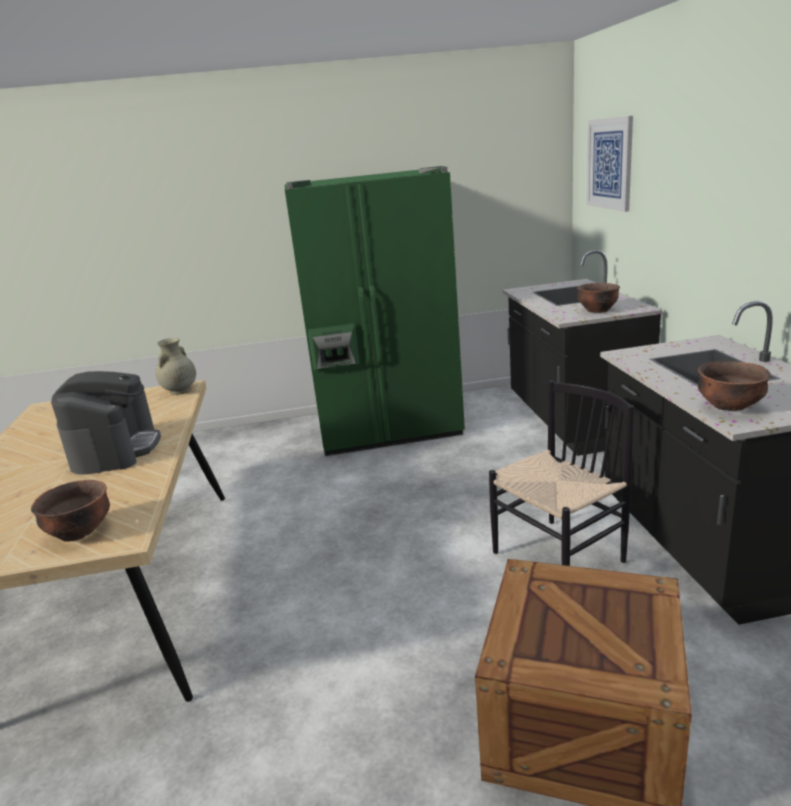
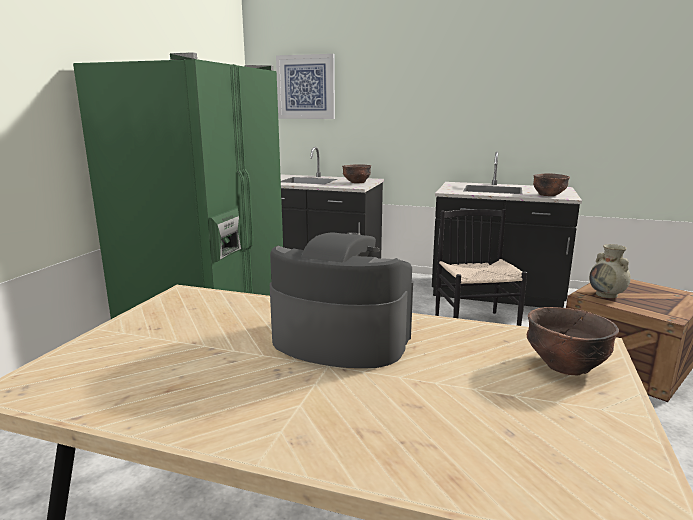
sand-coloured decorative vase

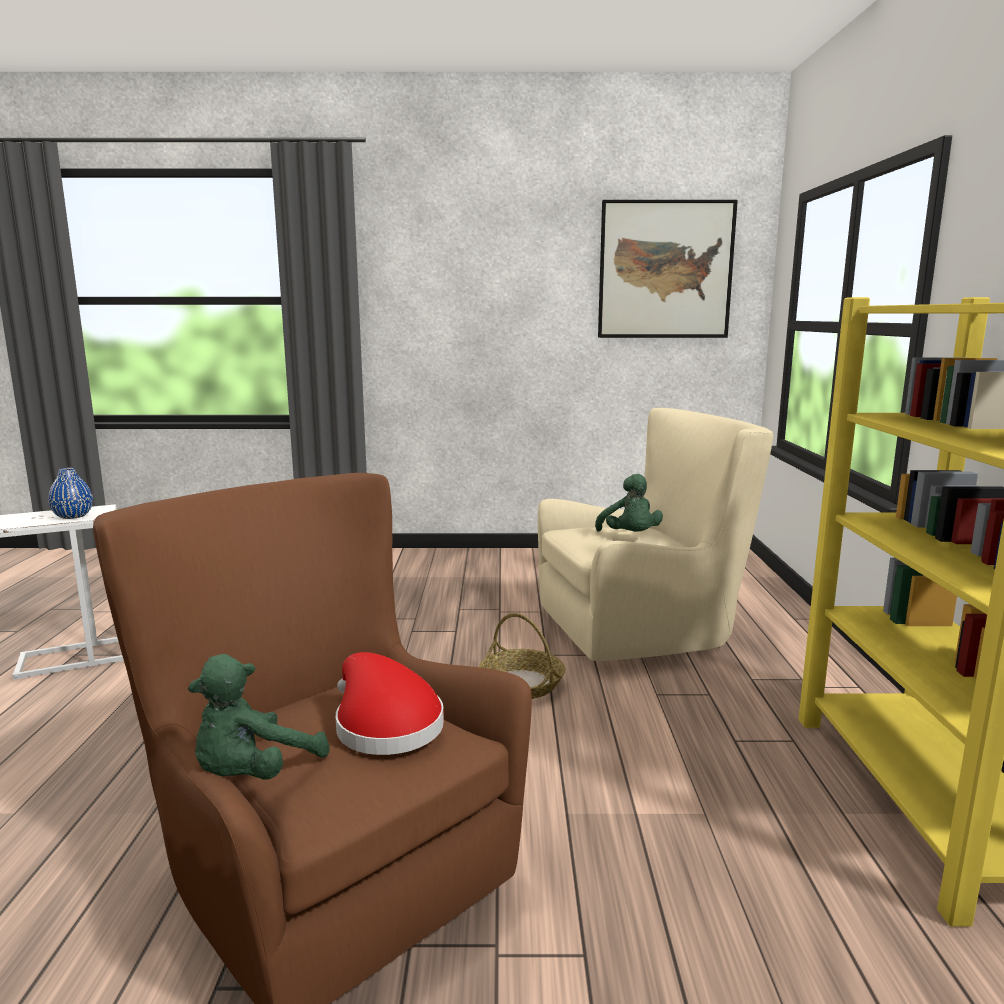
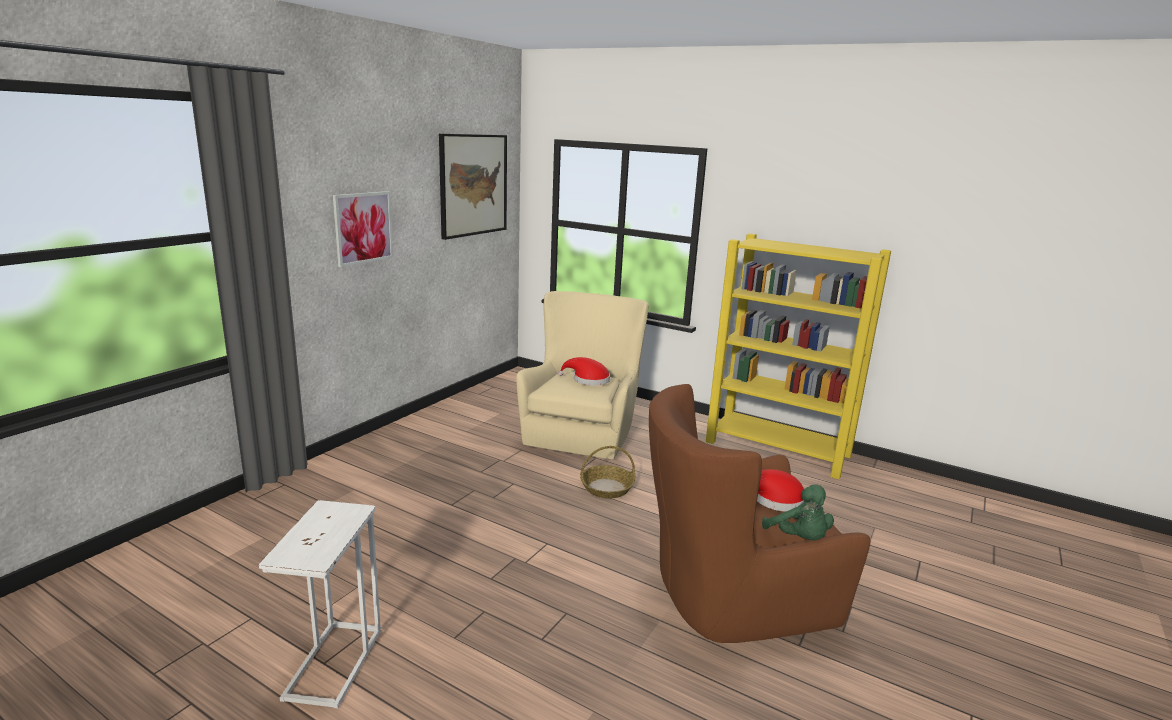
blue-coloured decorative vase
red-coloured hat (1st from left)
wall picture (1st from left)

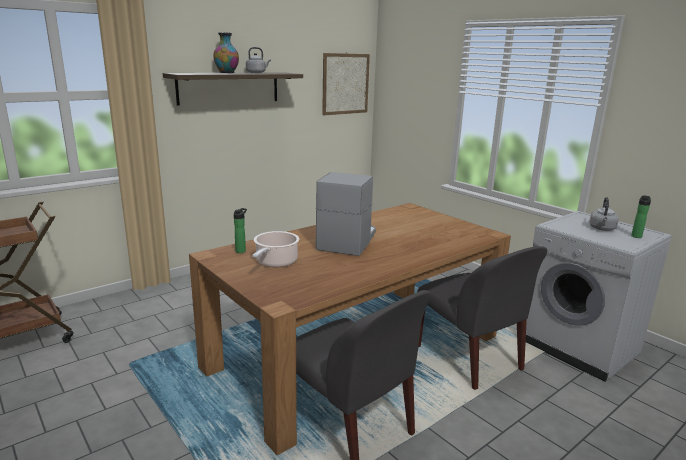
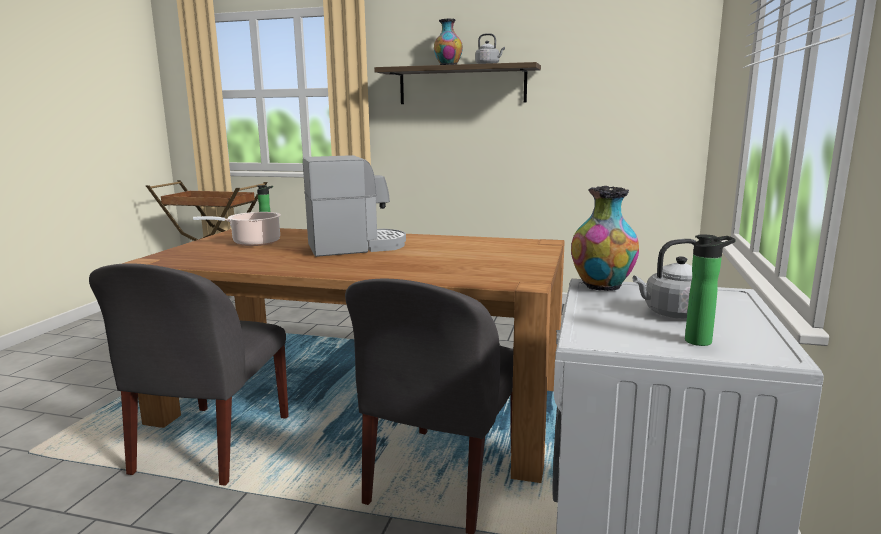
wall picture
decorative vase (2nd from left)

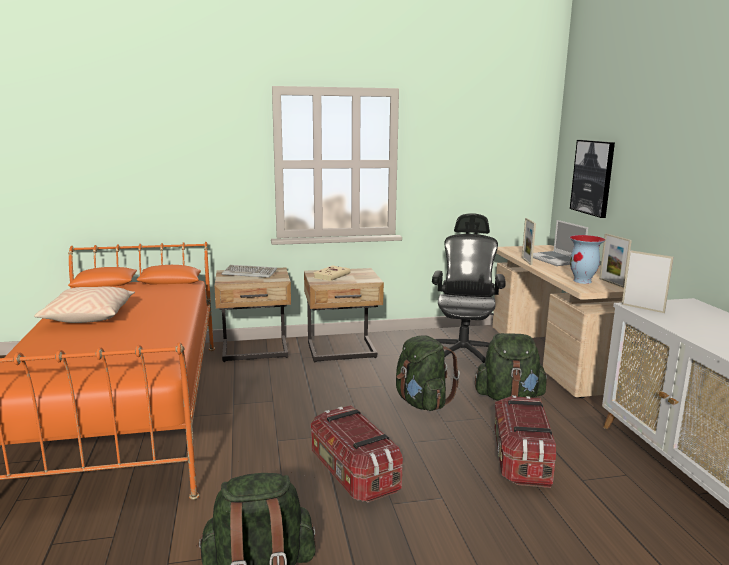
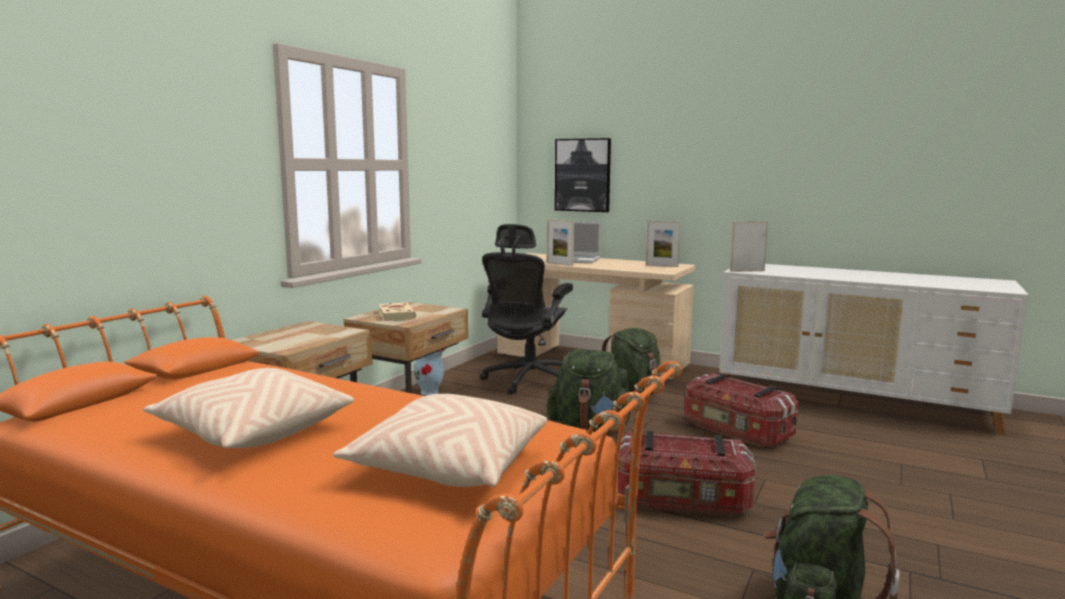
desk chair
decorative vase
keyboard
sand-coloured pillow (2nd from left)

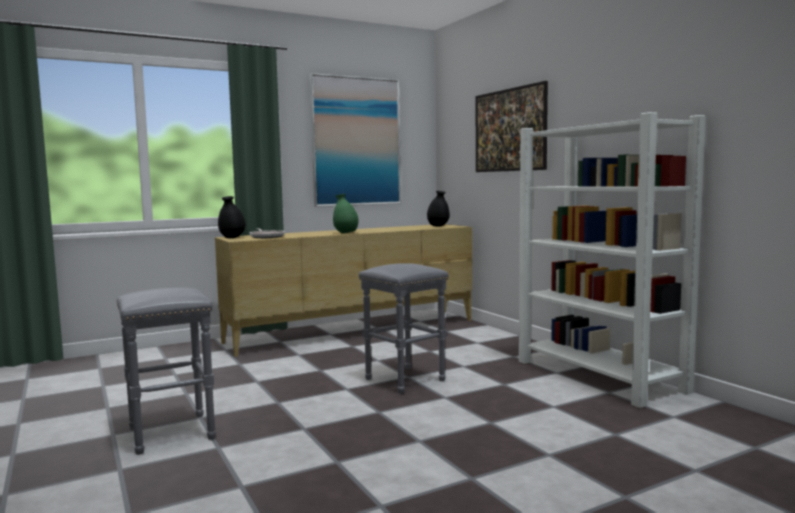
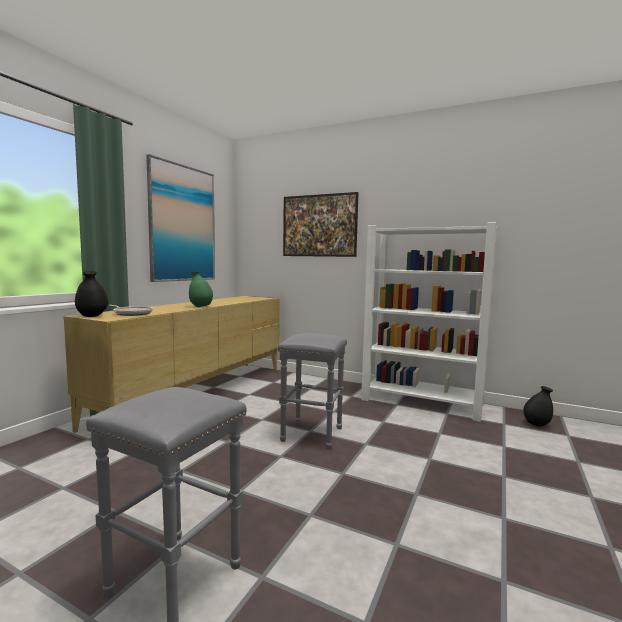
black decorative vase (2nd from left)

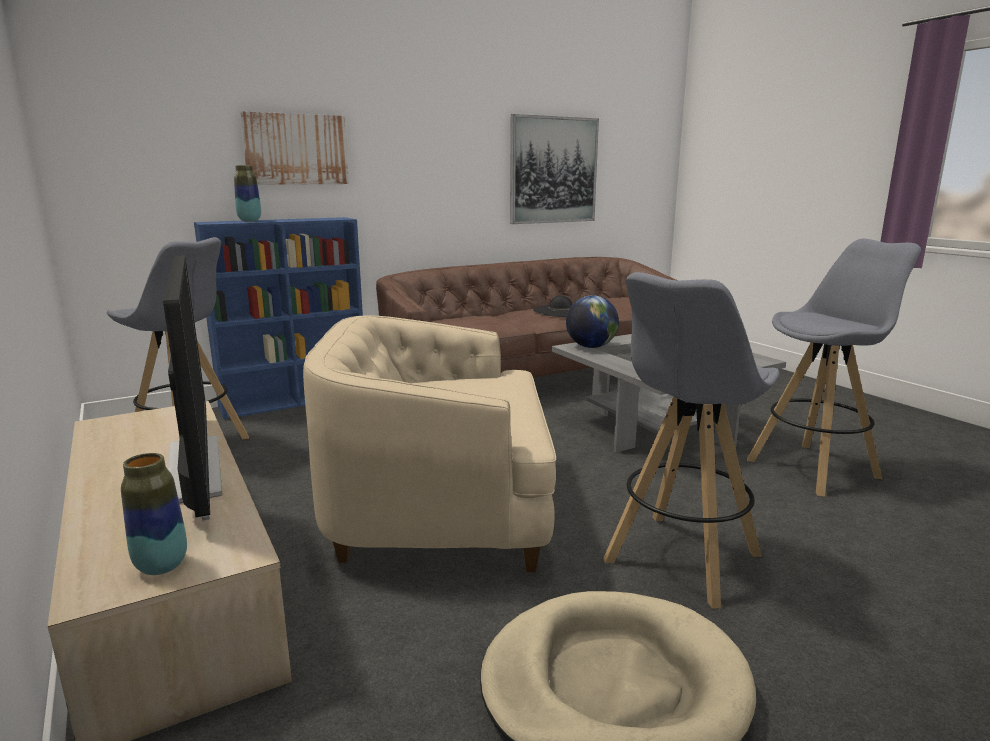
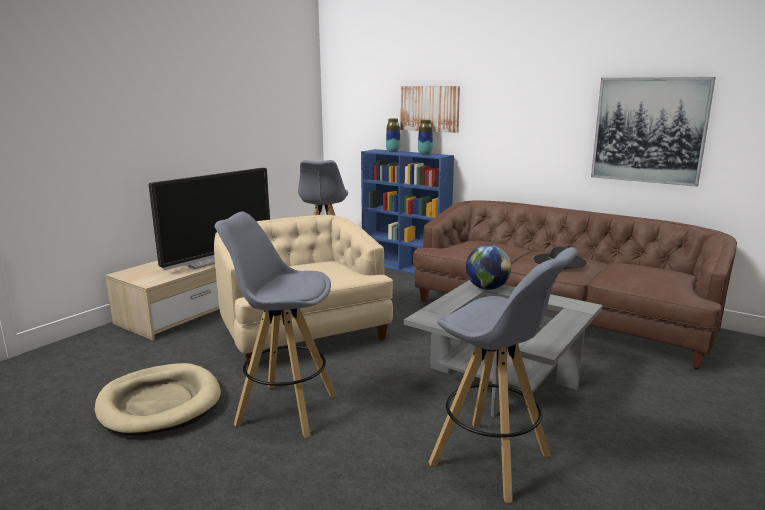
decorative vase (2nd from left)

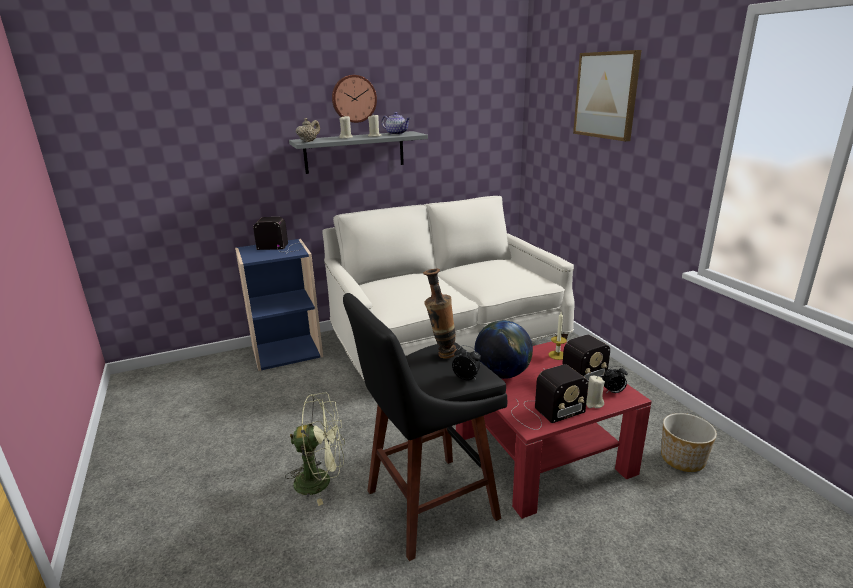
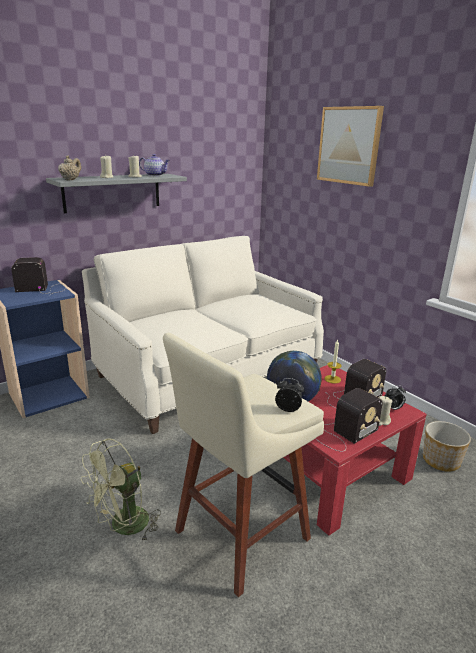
hanging clock
decorative vase
sand-coloured stool seat
greenish cooling fan

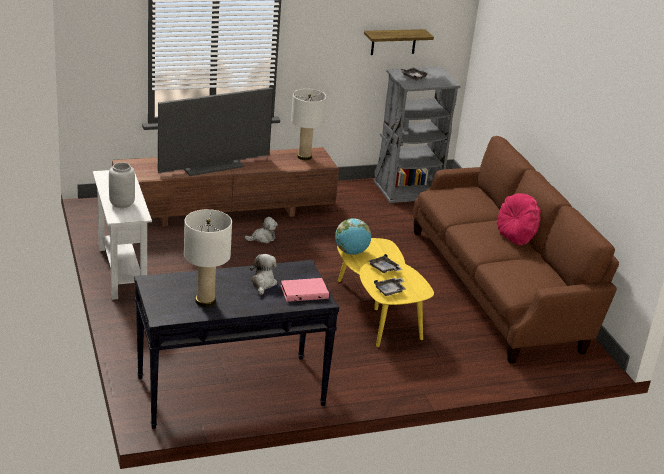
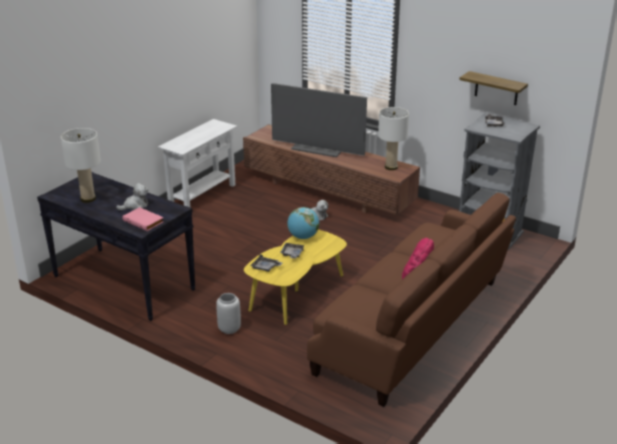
grey decorative vase

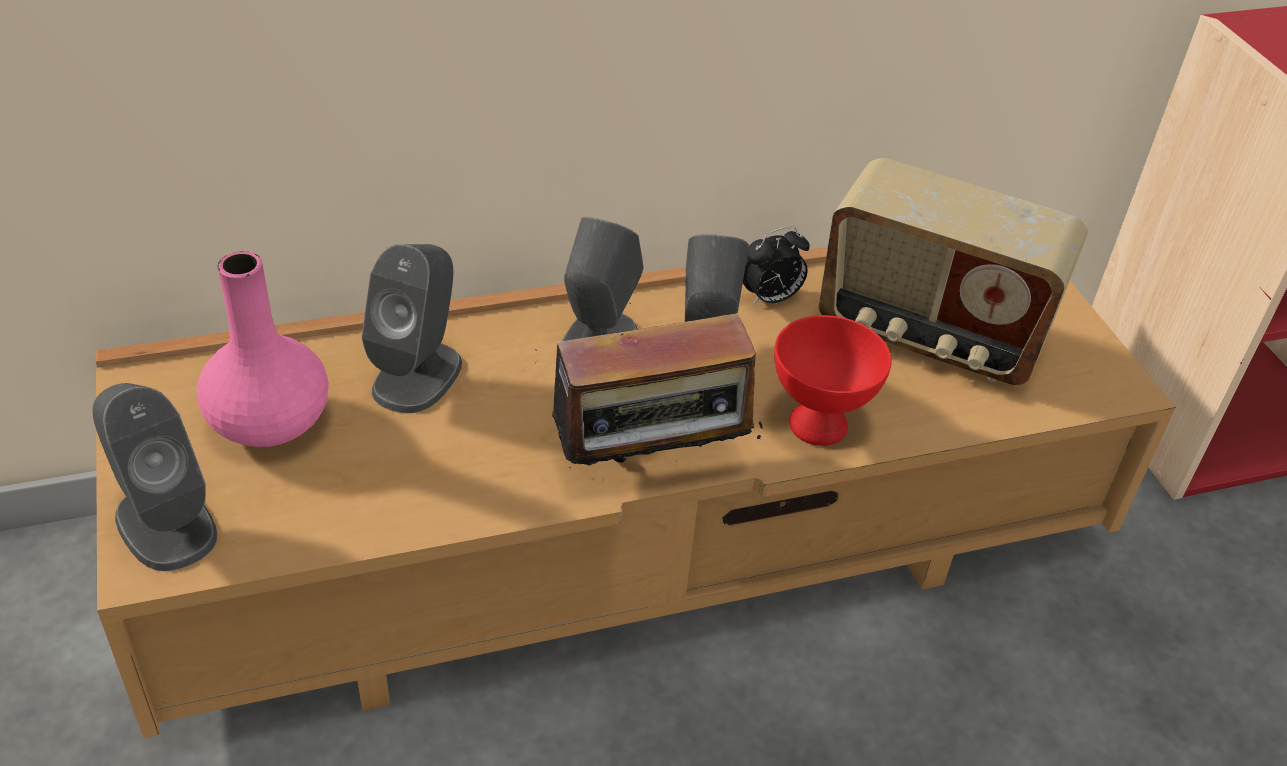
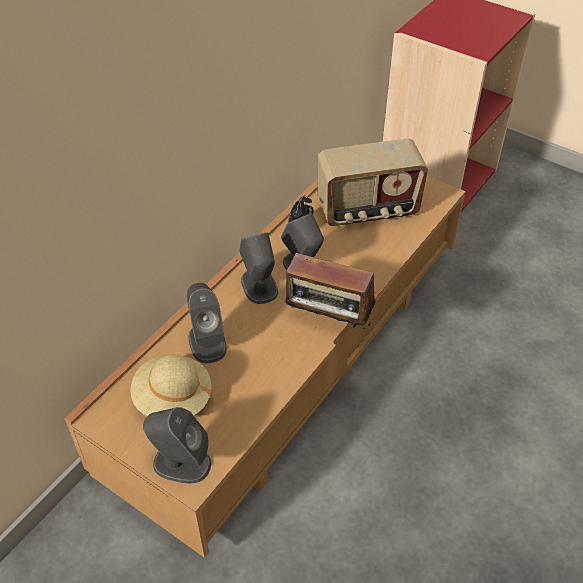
sand-coloured hat
radio receiver (1st from left)
red-coloured serving bowl

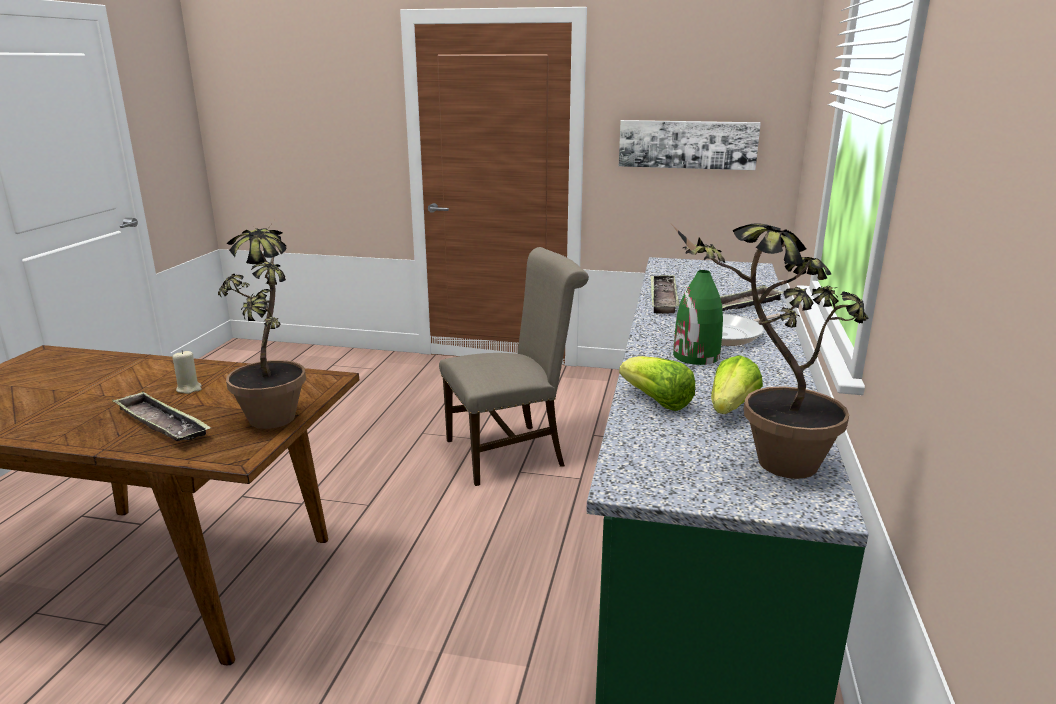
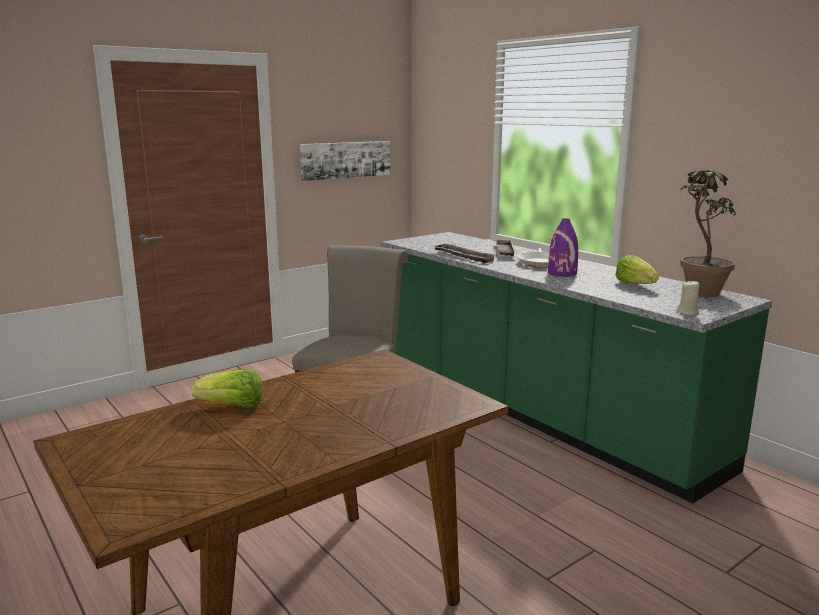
houseplant (1st from left in the first image)
purple decorative vase
sand-coloured candle
lettuce head (1st from left)
tray (1st from left in the first image)

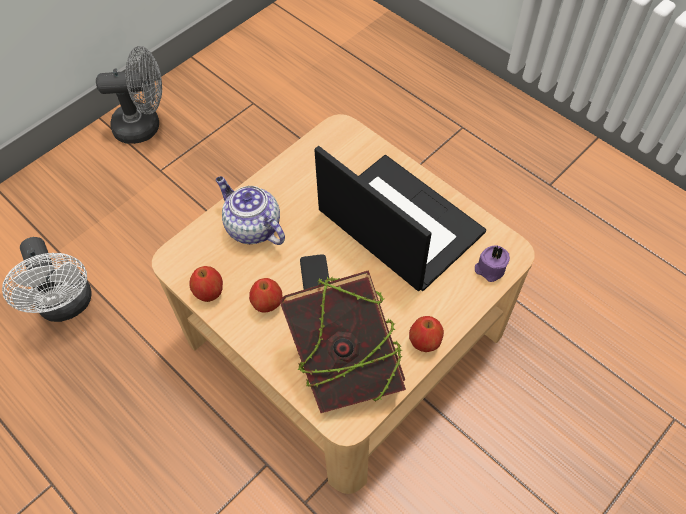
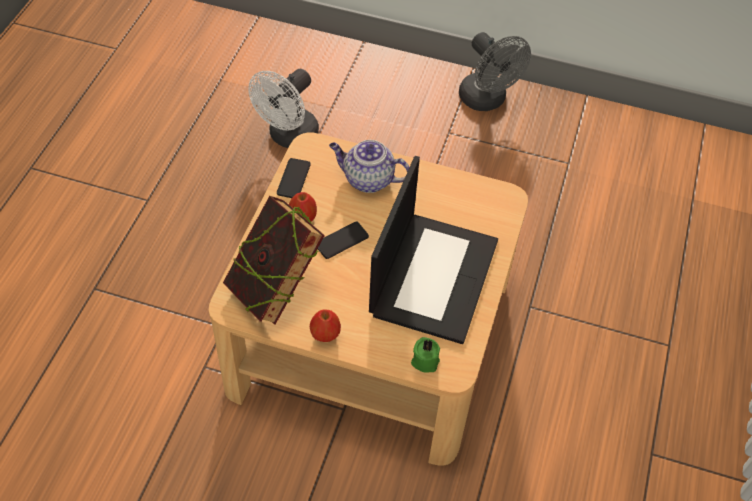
teapot
greenish candle
telephone (1st from left)

